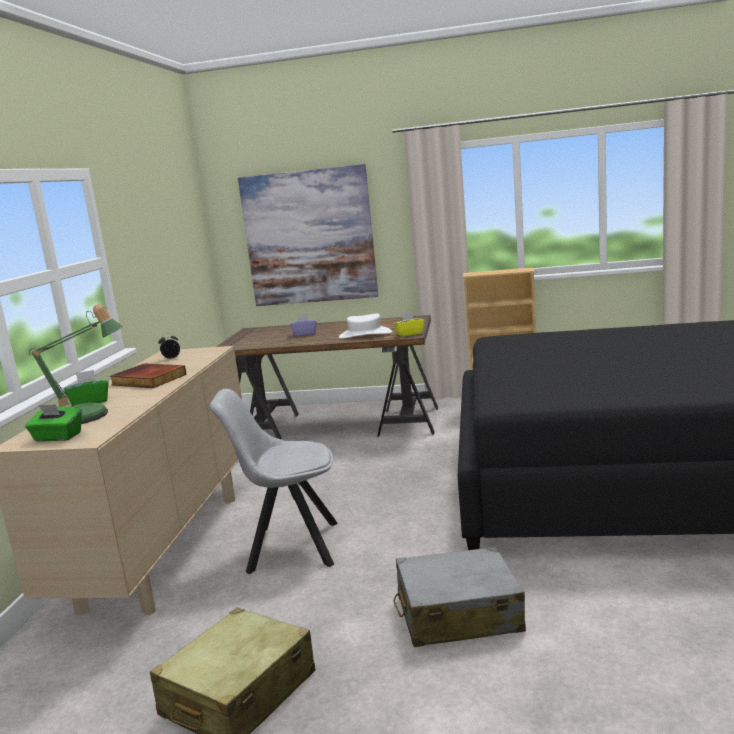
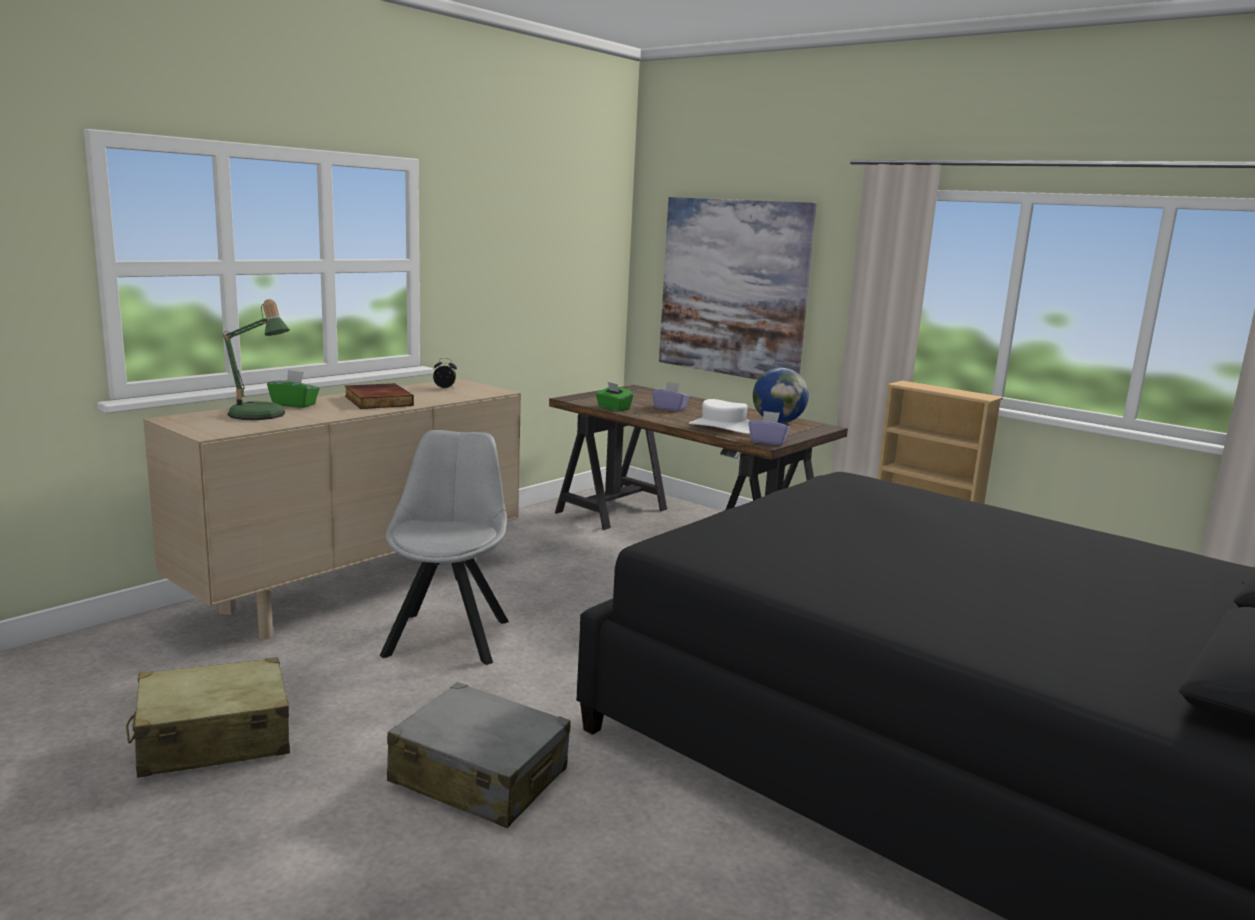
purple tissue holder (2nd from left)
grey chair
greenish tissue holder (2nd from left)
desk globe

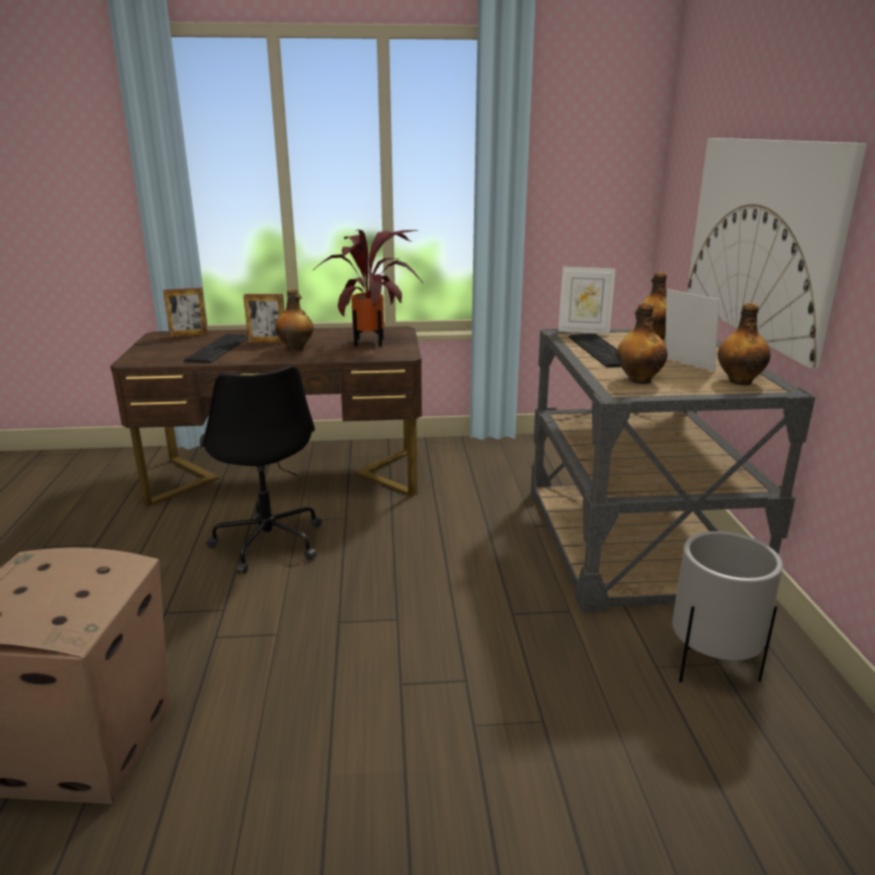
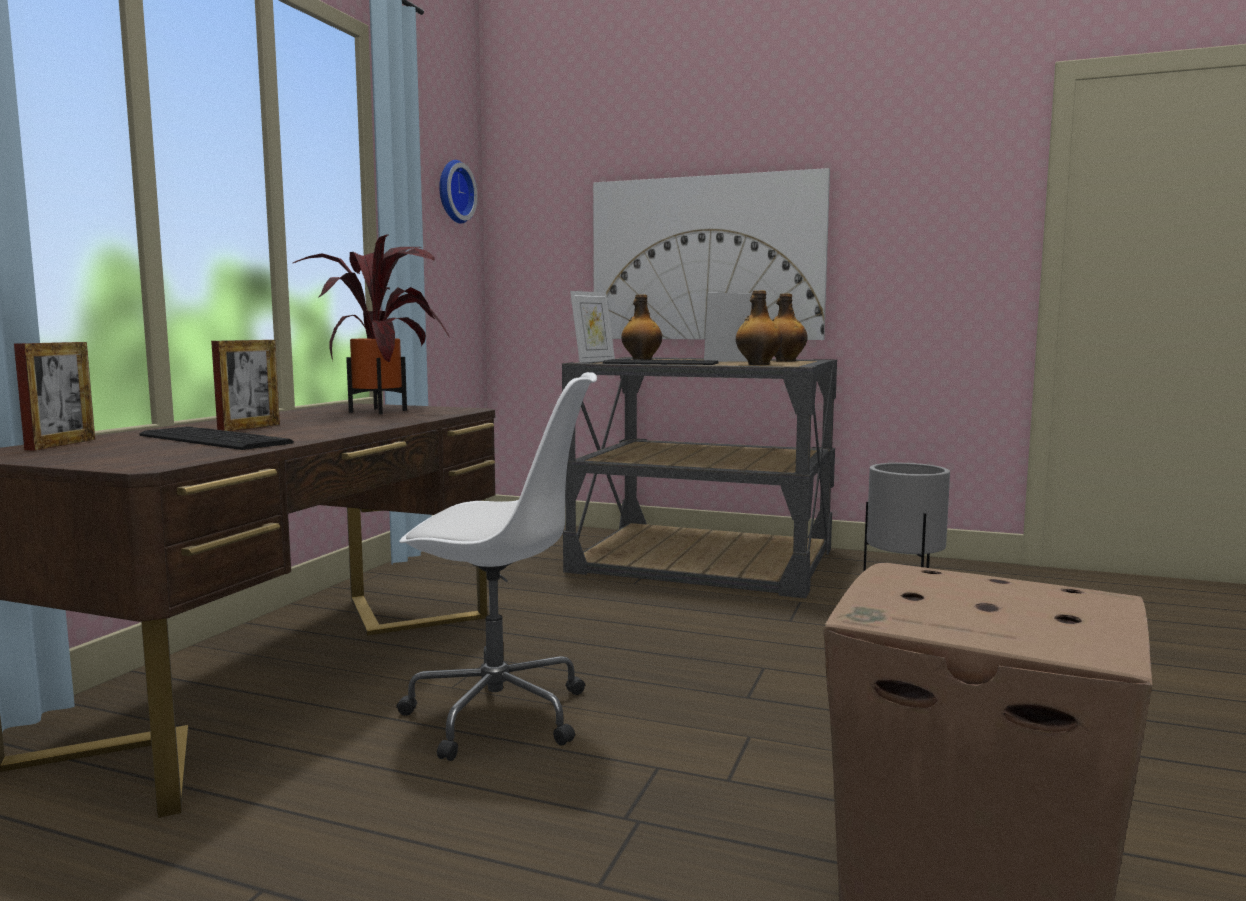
drink bottle (1st from left in the first image)
white desk chair
hanging clock

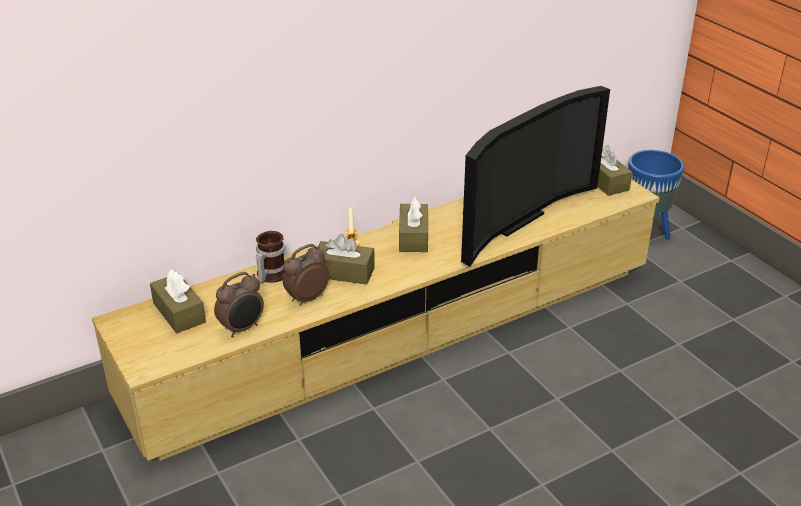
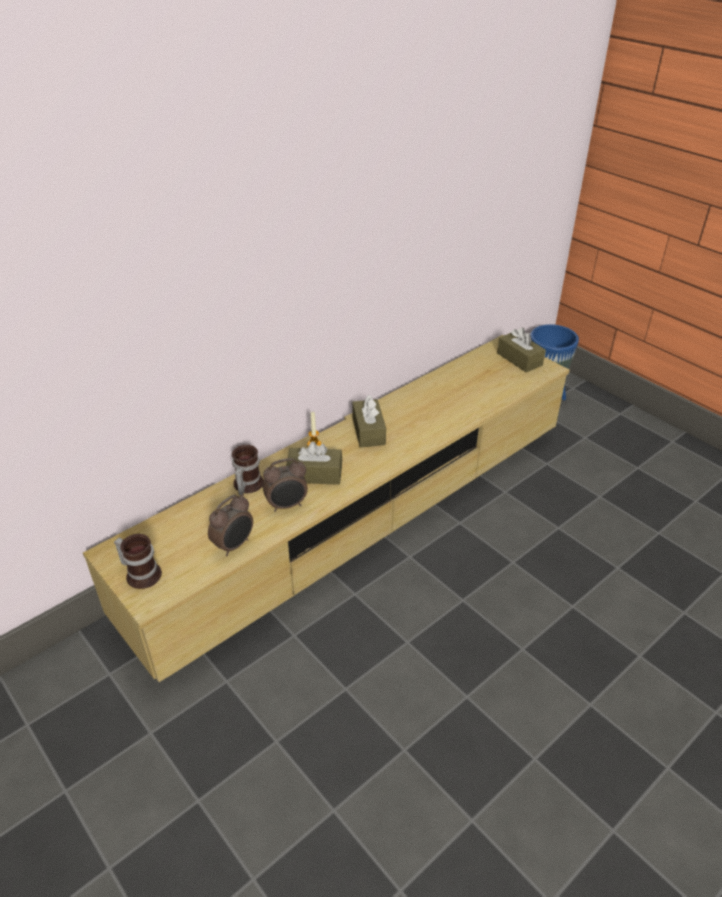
TV
alarm clock (2nd from left)
brown-coloured tissue holder (1st from left in the first image)
coffee mug (1st from left)

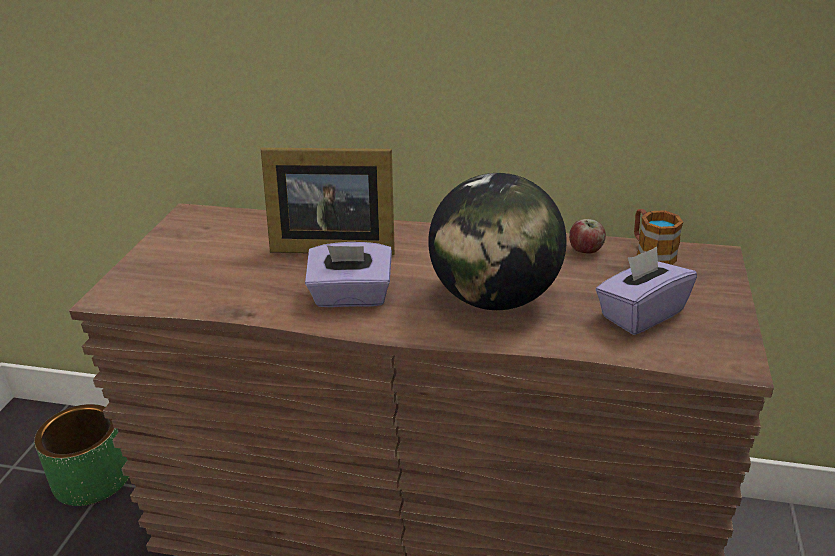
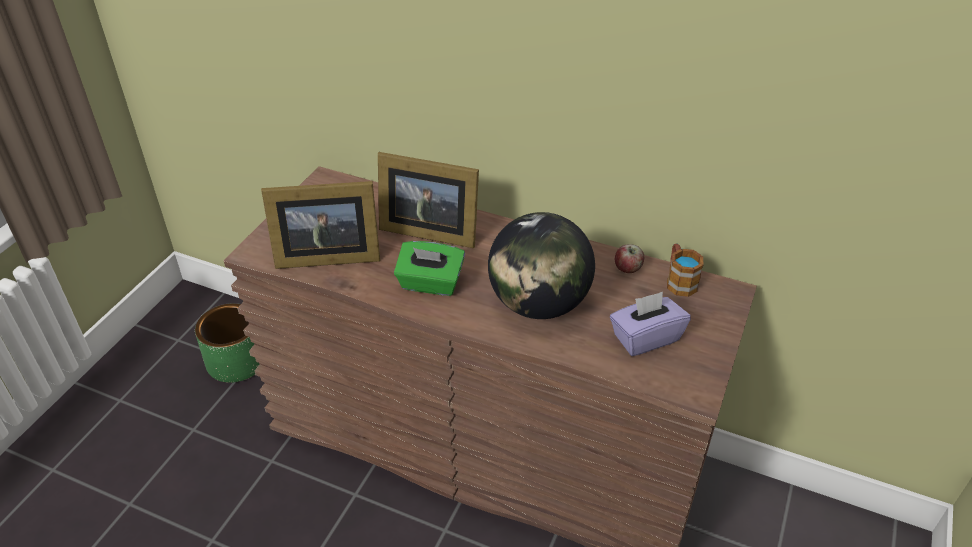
greenish tissue holder
photo frame (1st from left)

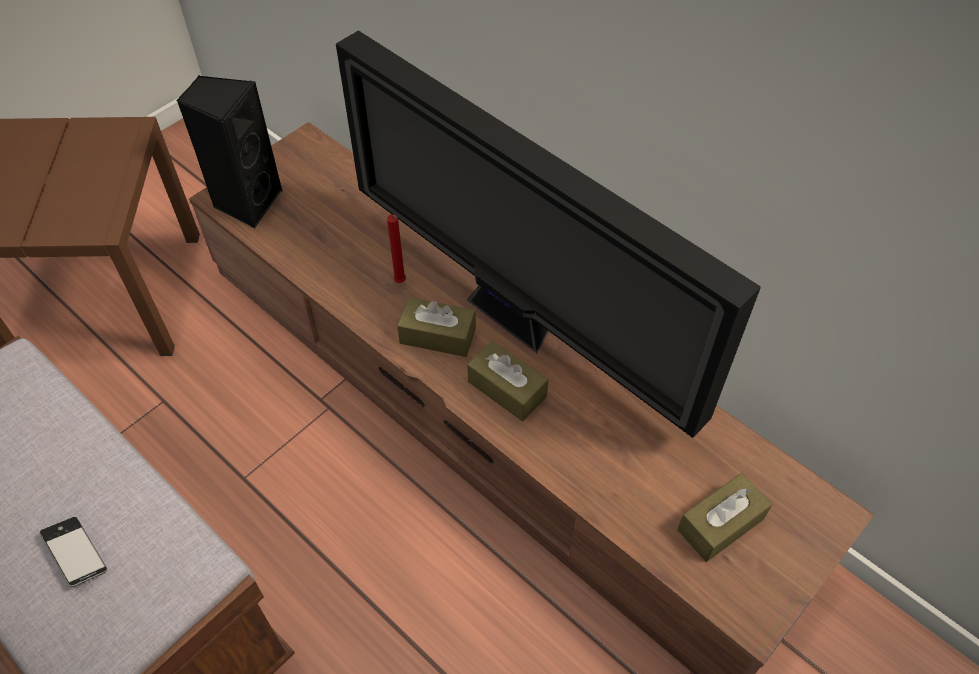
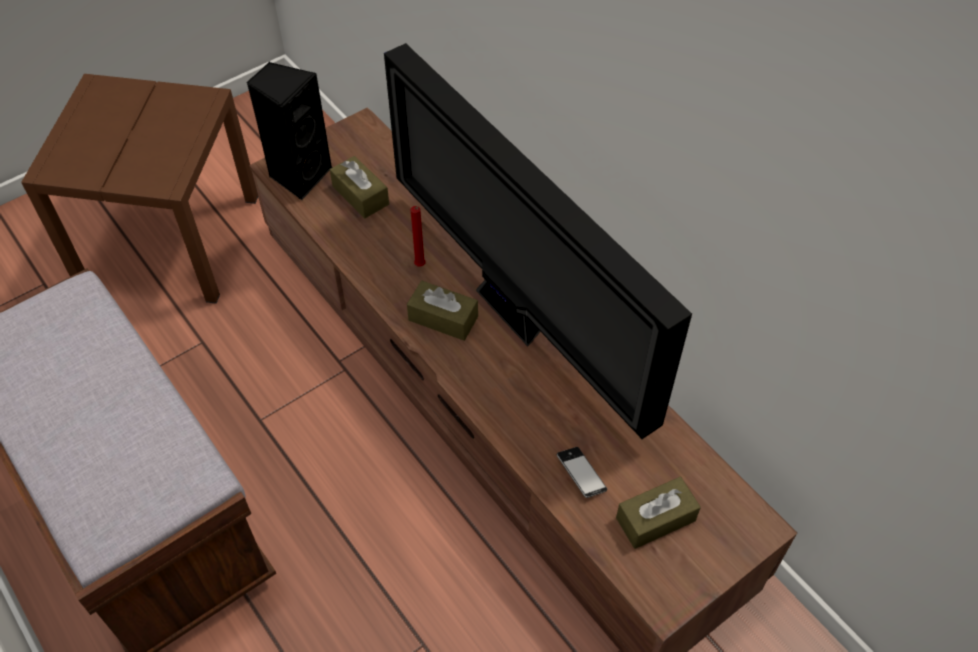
brown-coloured tissue holder (1st from left)
telephone

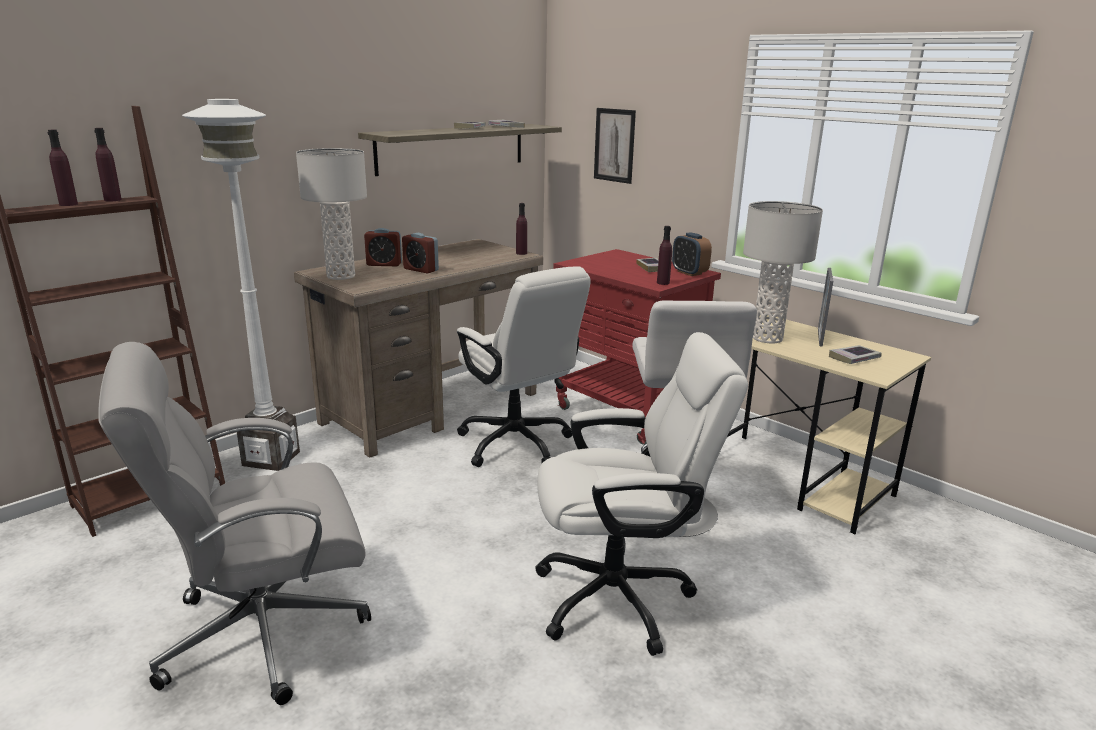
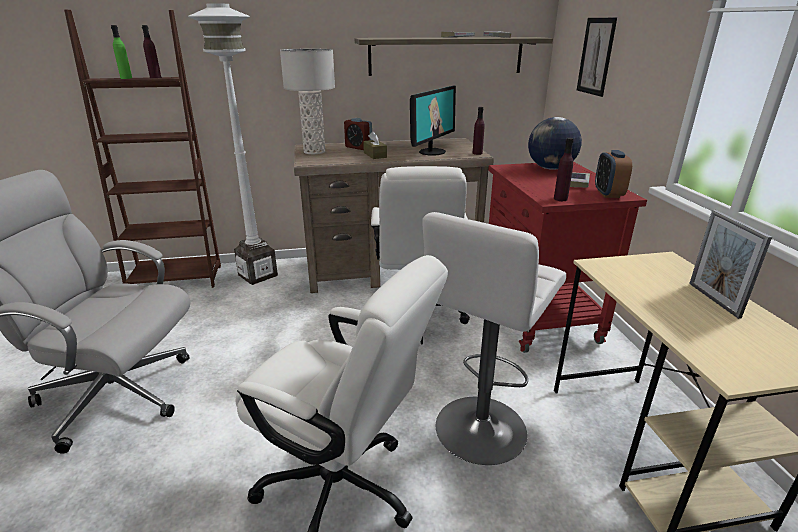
greenish drink bottle
white tabletop lamp (2nd from left in the first image)
brown-coloured tissue holder
photo frame
volume (4th from left in the first image)
monitor
desk globe

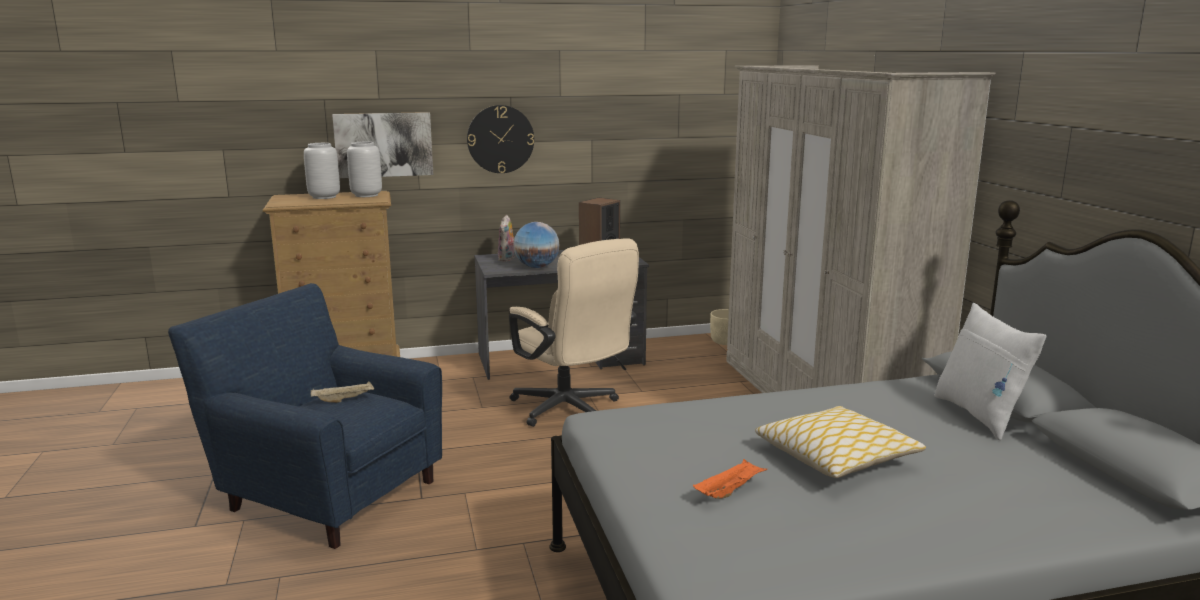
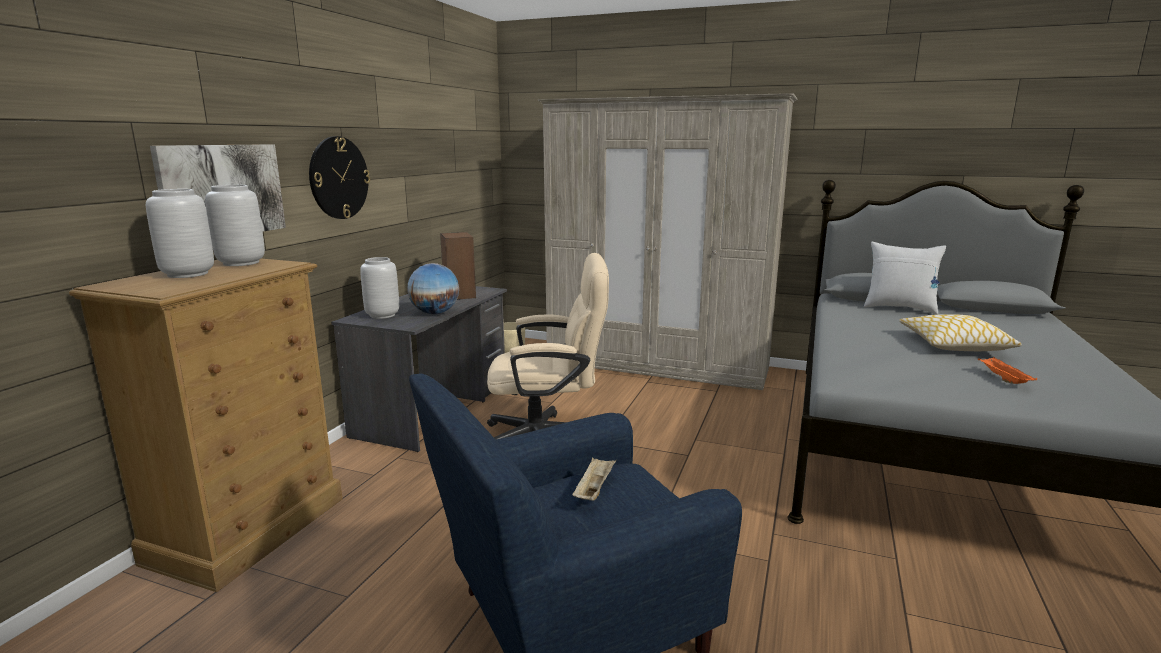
grey decorative vase (3rd from left)

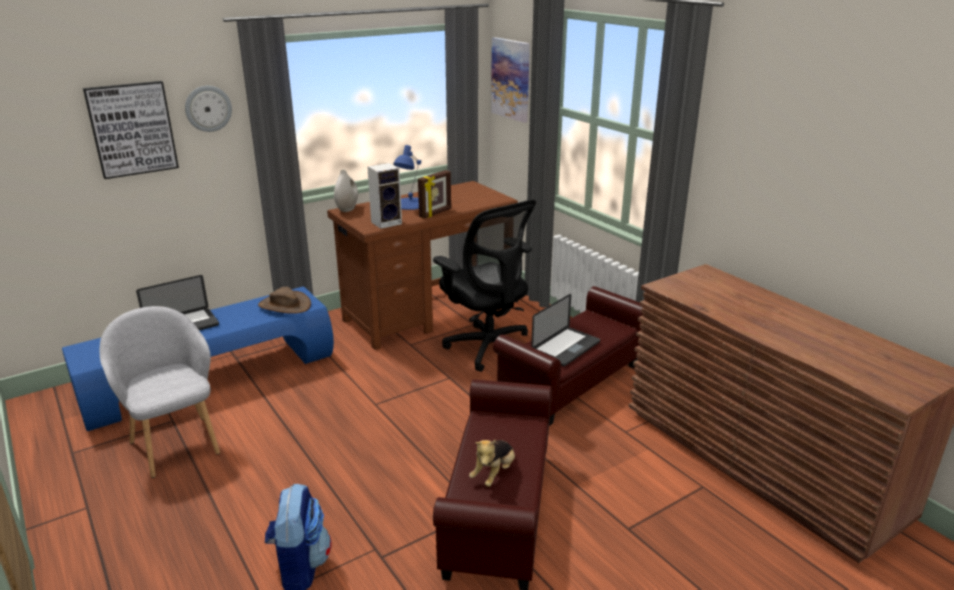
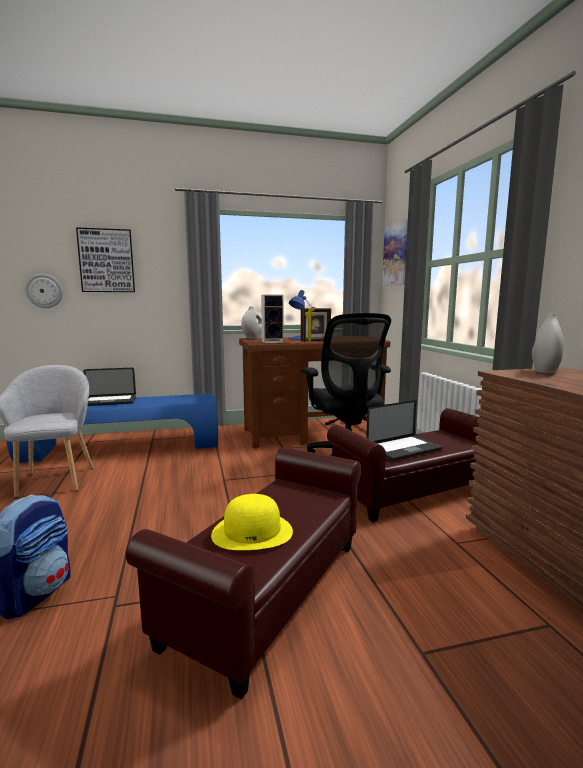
hanging clock
brown-coloured hat
yellow hat
white decorative vase (2nd from left)

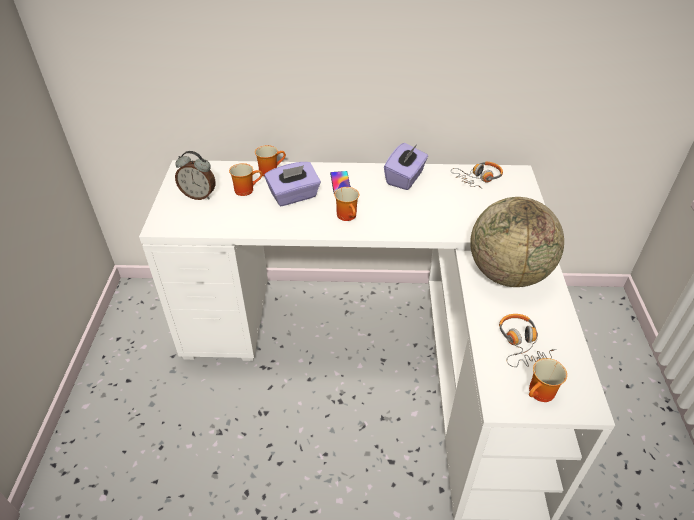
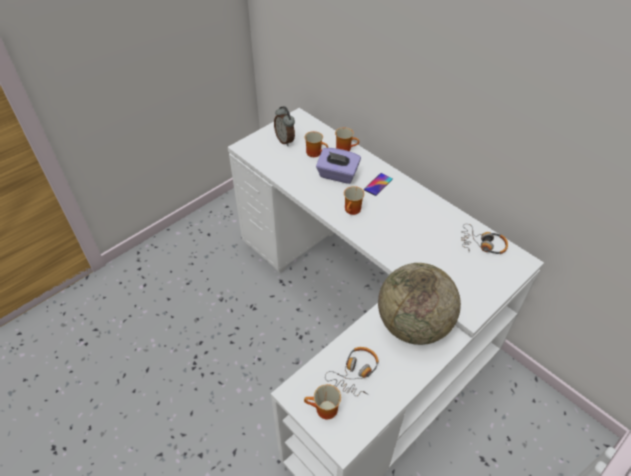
purple tissue holder (2nd from left in the first image)

